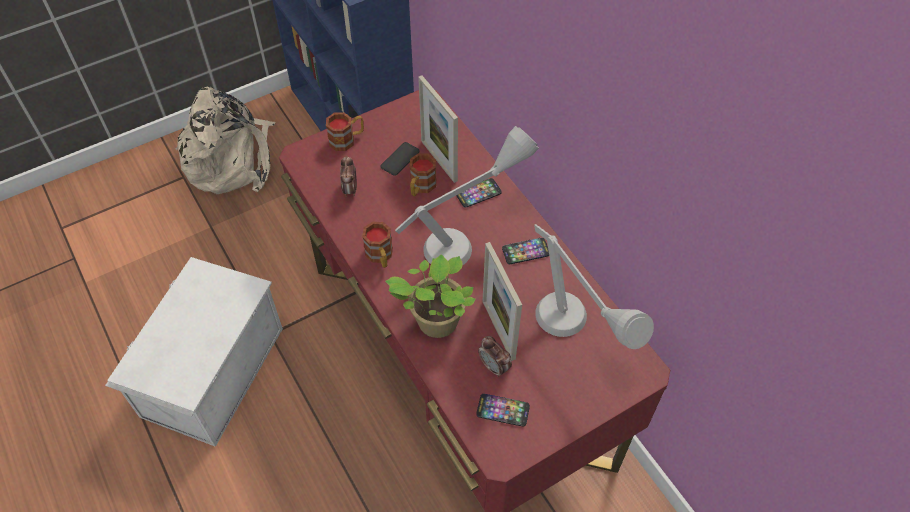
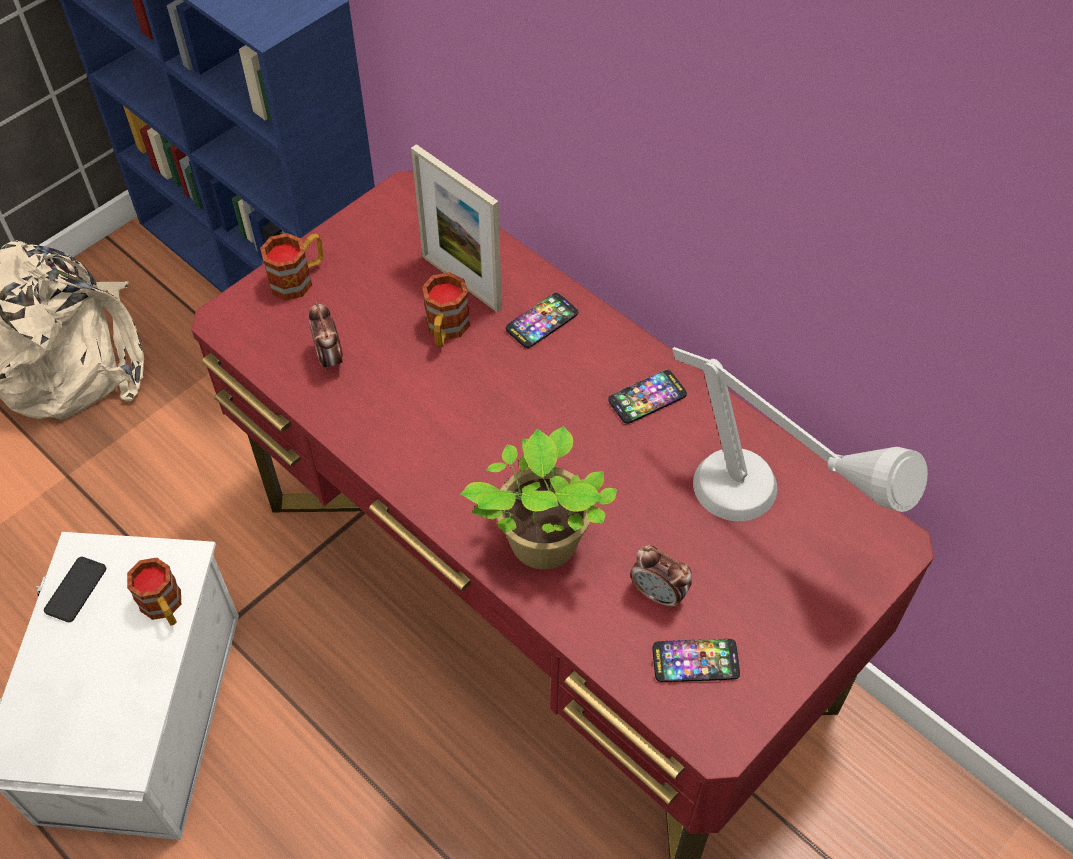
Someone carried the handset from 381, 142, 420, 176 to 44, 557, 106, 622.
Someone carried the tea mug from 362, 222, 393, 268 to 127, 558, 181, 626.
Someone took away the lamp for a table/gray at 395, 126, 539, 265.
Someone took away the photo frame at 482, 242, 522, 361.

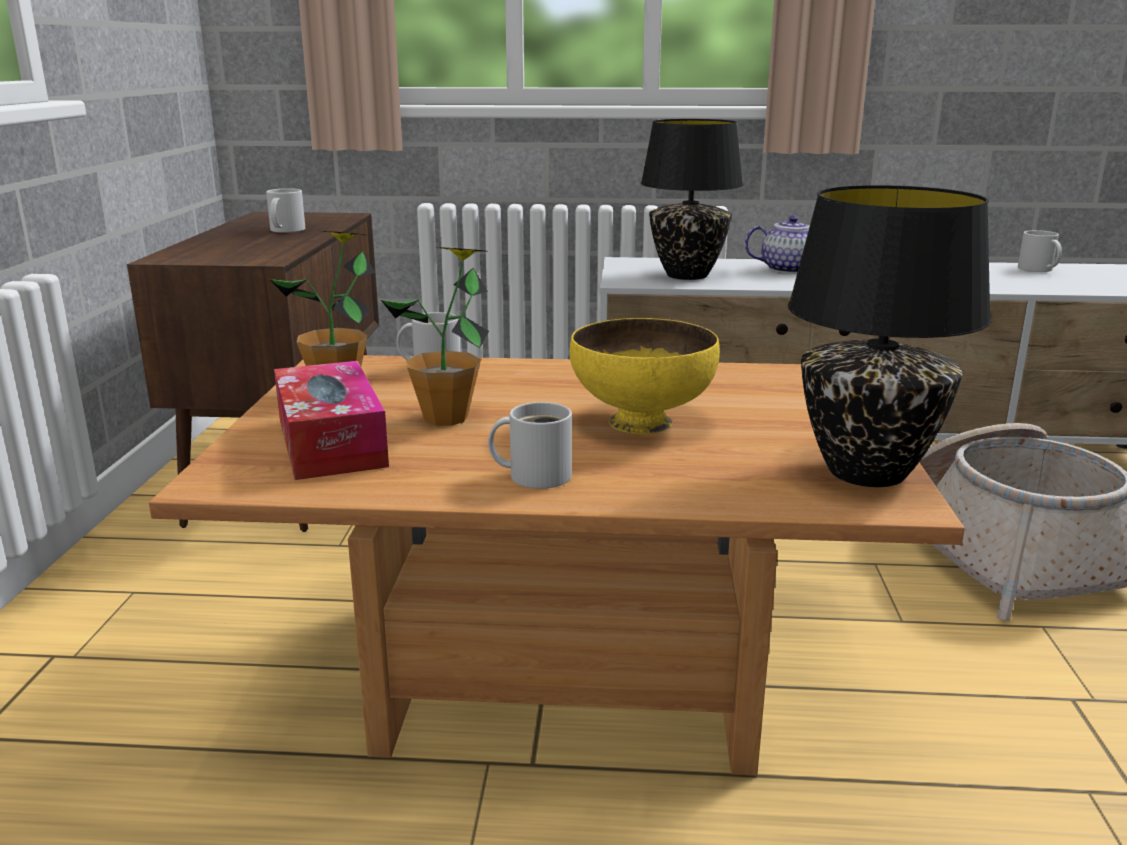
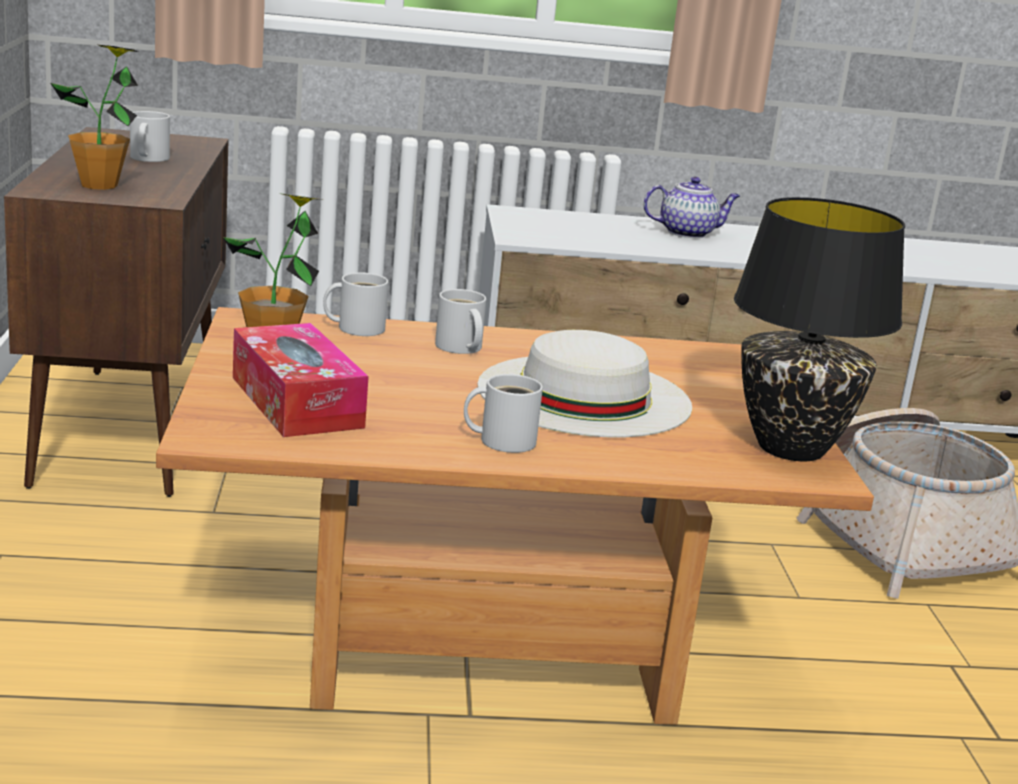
Someone carried the plant in a pot from 381, 247, 489, 426 to 50, 45, 138, 190.
Someone carried the tea mug/whitish from 1018, 230, 1062, 272 to 435, 289, 486, 354.
Someone swapped the bowl/yellow at 570, 318, 720, 434 for the hat/whitish at 477, 330, 692, 437.
Someone took away the lamp for a table/blackish at 641, 119, 743, 280.

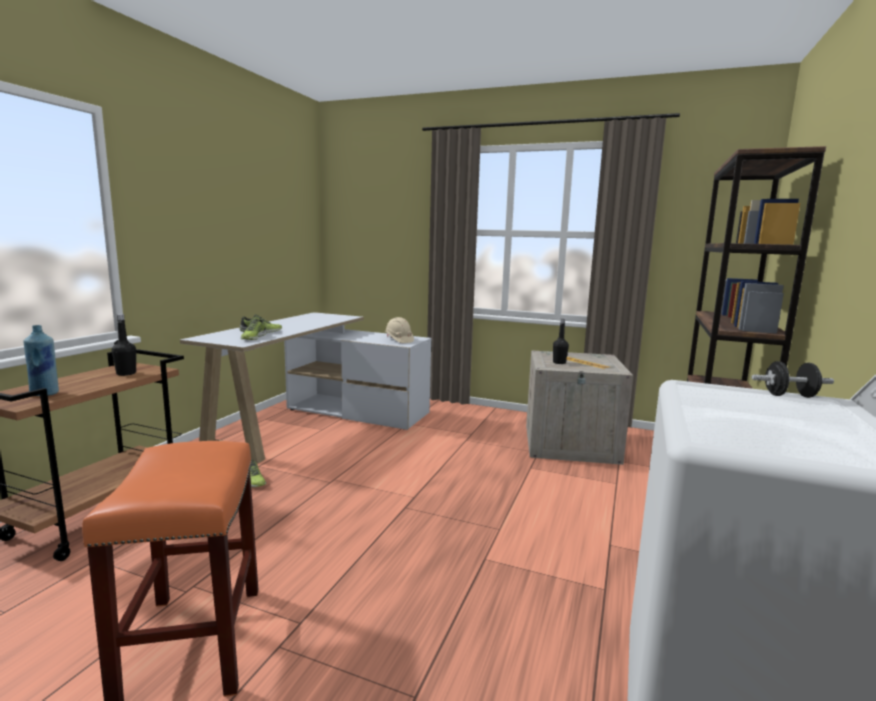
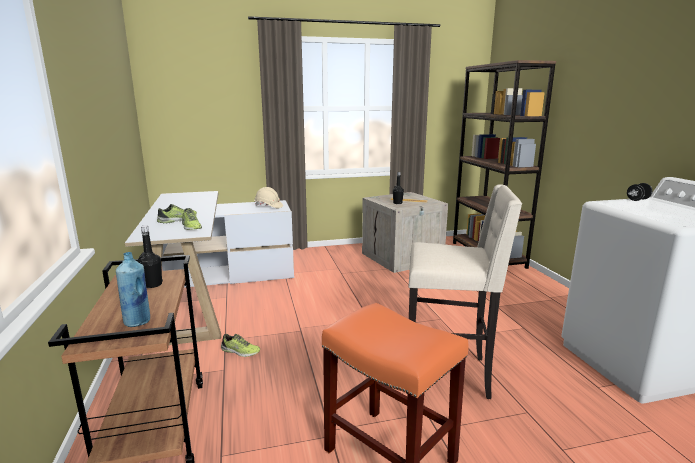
Someone put down the stool seat/sand-coloured at 406, 184, 522, 399.

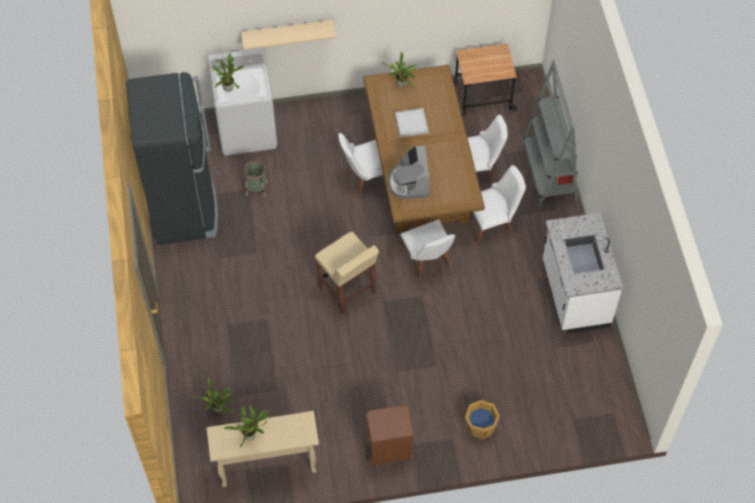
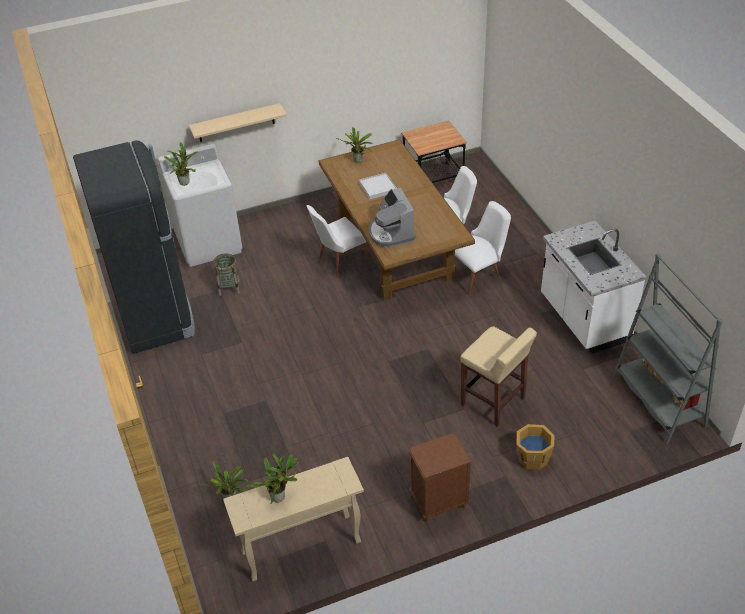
Someone carried the stool seat/sand-coloured from 315, 232, 379, 315 to 460, 326, 537, 427.
Someone carried the shelving unit/gray from 521, 60, 578, 208 to 613, 253, 723, 444.
Someone took away the upright chair/whitish at 400, 219, 455, 278.

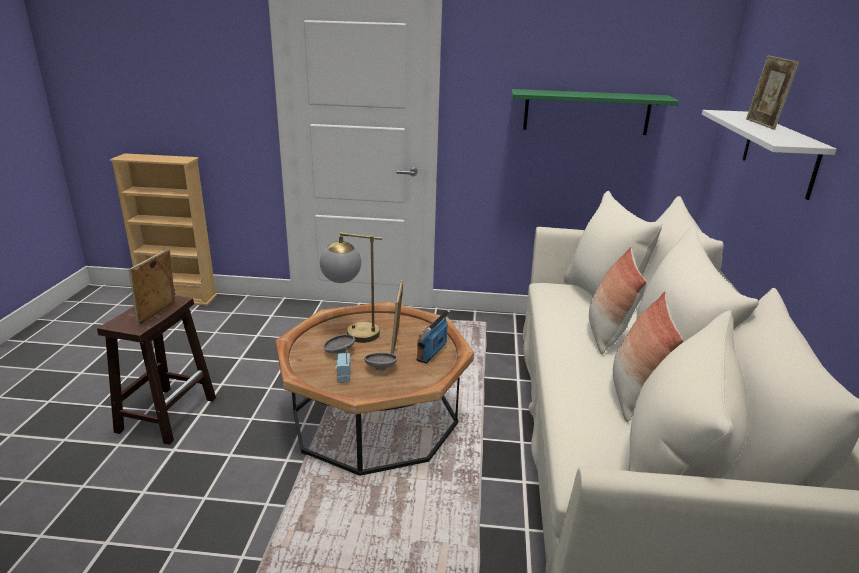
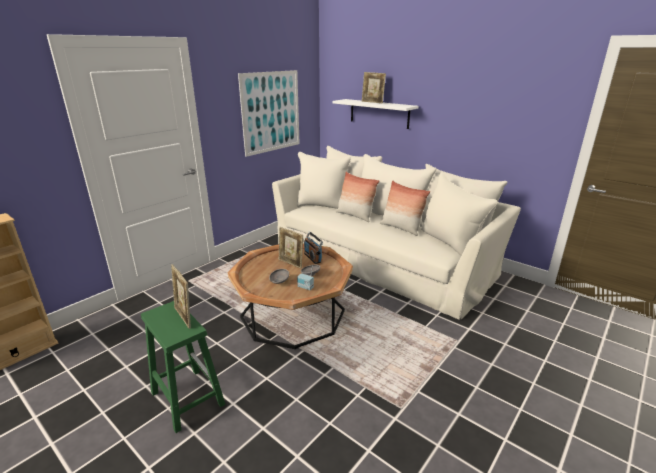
Someone repainted the stool seat/brownish at 97, 295, 216, 445, which became the stool seat/greenish at 141, 301, 226, 433.
Someone swapped the wall shelf/greenish at 512, 89, 679, 135 for the wall art at 238, 70, 300, 157.
Someone took away the lamp for a table at 320, 232, 382, 343.

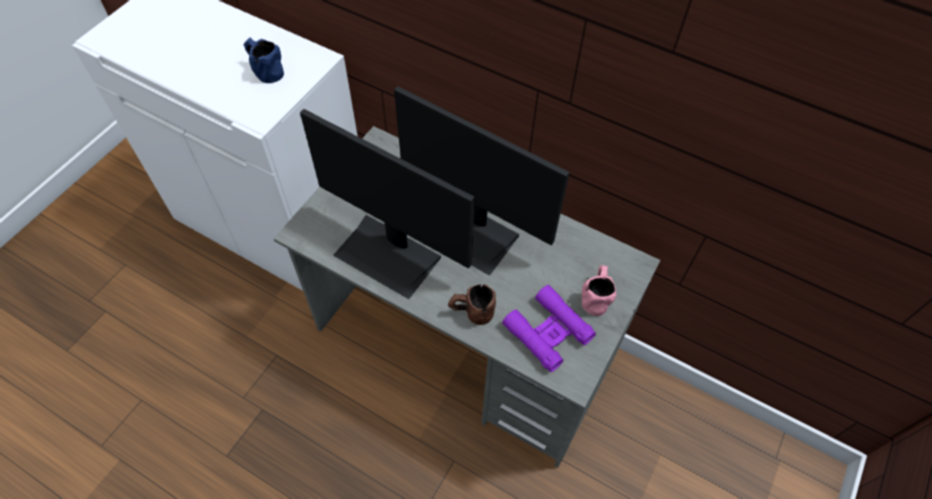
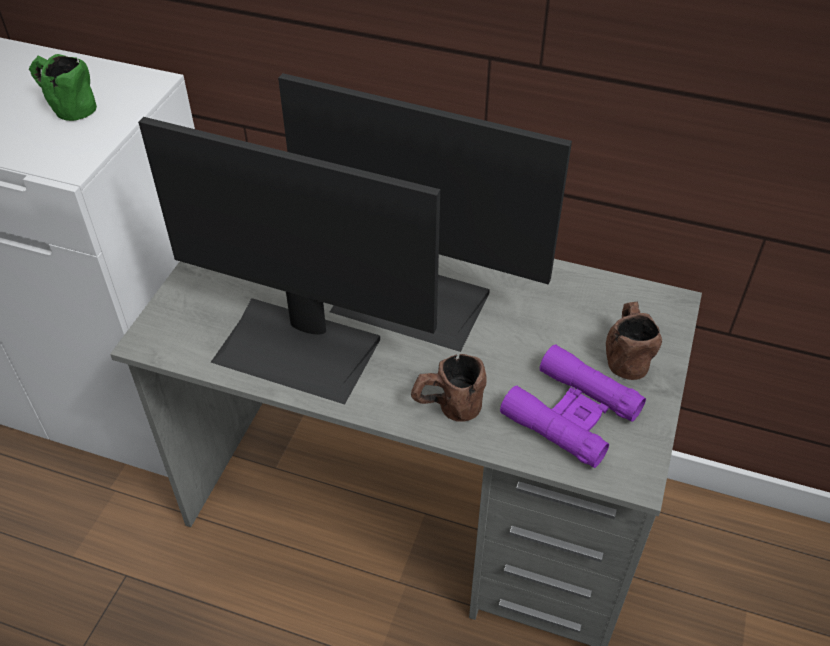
Someone repainted the tea mug/blue-coloured at 243, 38, 284, 83, which became the tea mug/greenish at 29, 54, 97, 121.
Someone repainted the tea mug/pinkish at 582, 265, 616, 316, which became the tea mug/brownish at 606, 301, 662, 380.

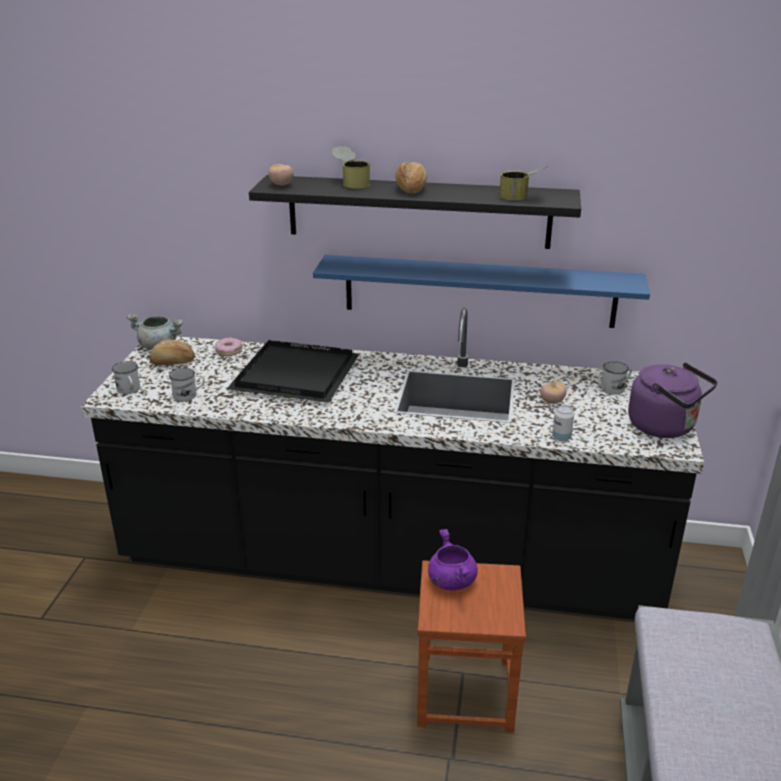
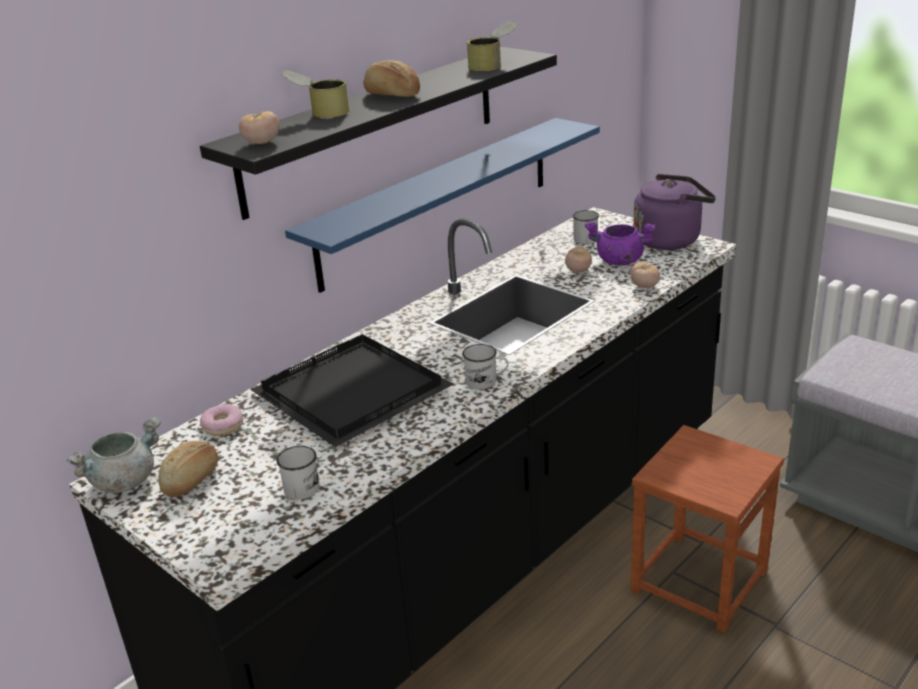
Someone carried the tea mug/whitish from 112, 361, 140, 394 to 462, 344, 508, 389.
Someone carried the stockpot/purple from 428, 529, 478, 590 to 584, 221, 656, 265.
Someone swapped the can at 552, 405, 574, 441 for the tomato at 631, 262, 660, 288.

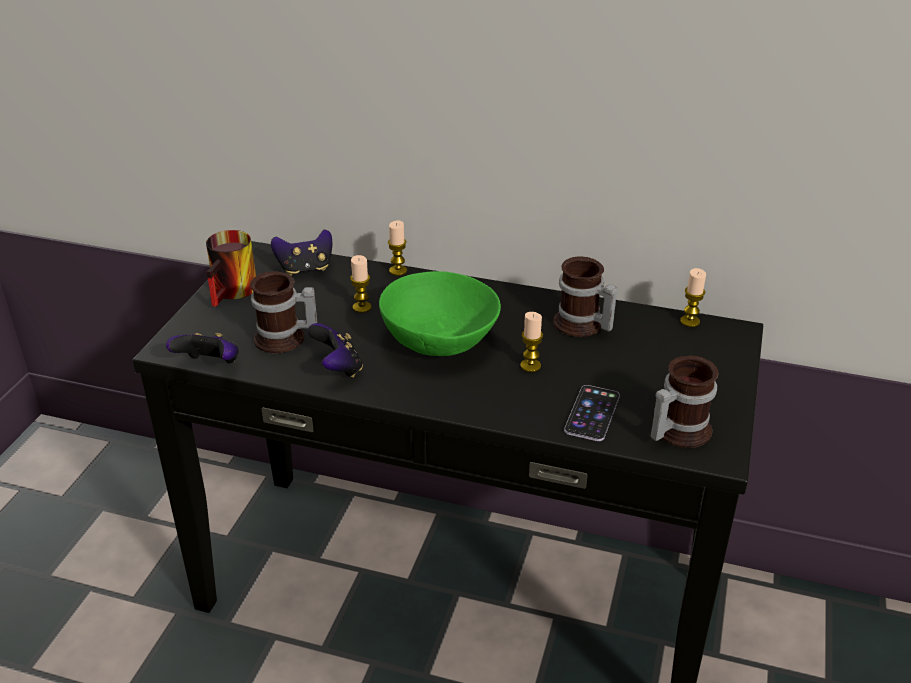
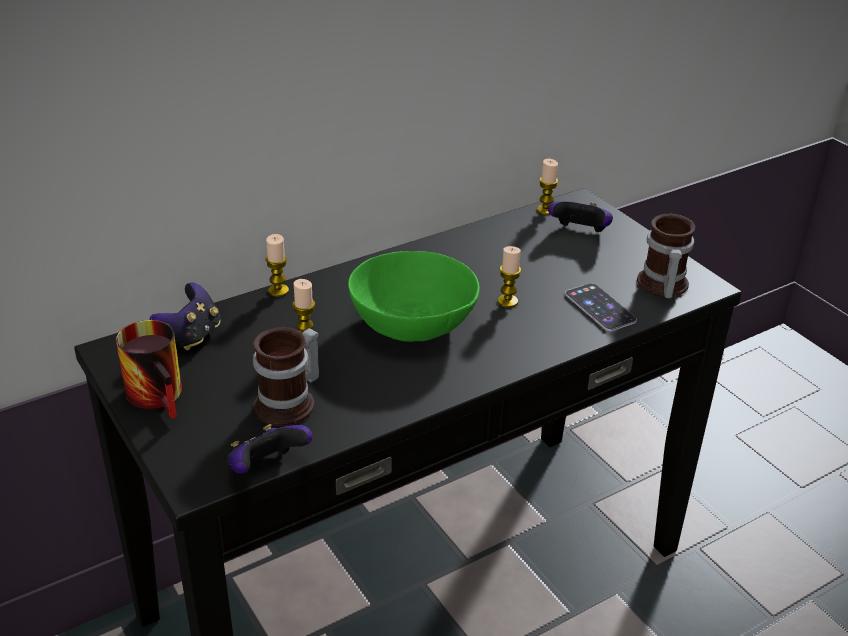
Someone carried the gamepad from 307, 323, 363, 378 to 548, 201, 613, 232.
Someone took away the tea mug at 553, 256, 618, 337.

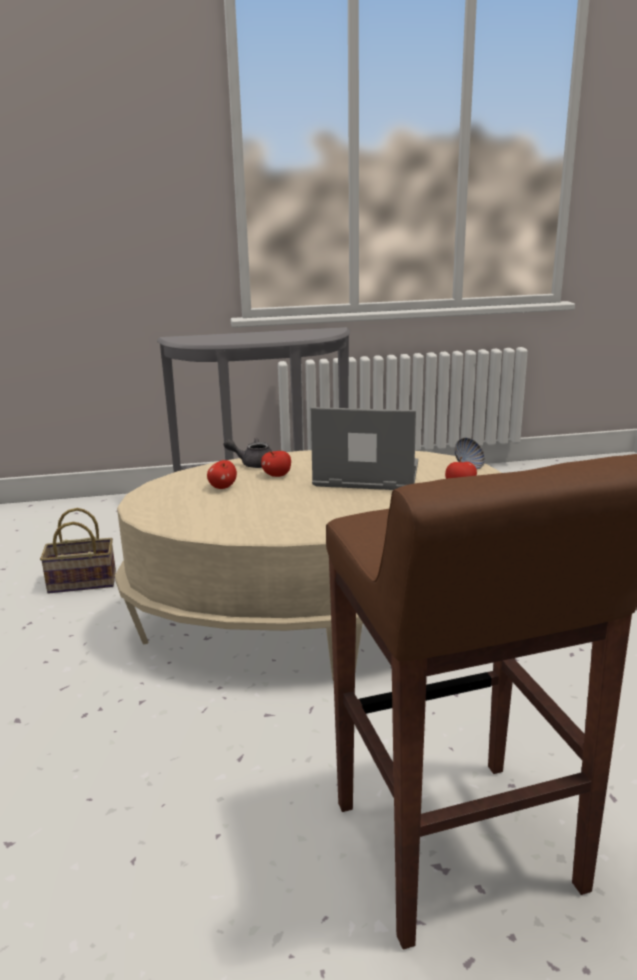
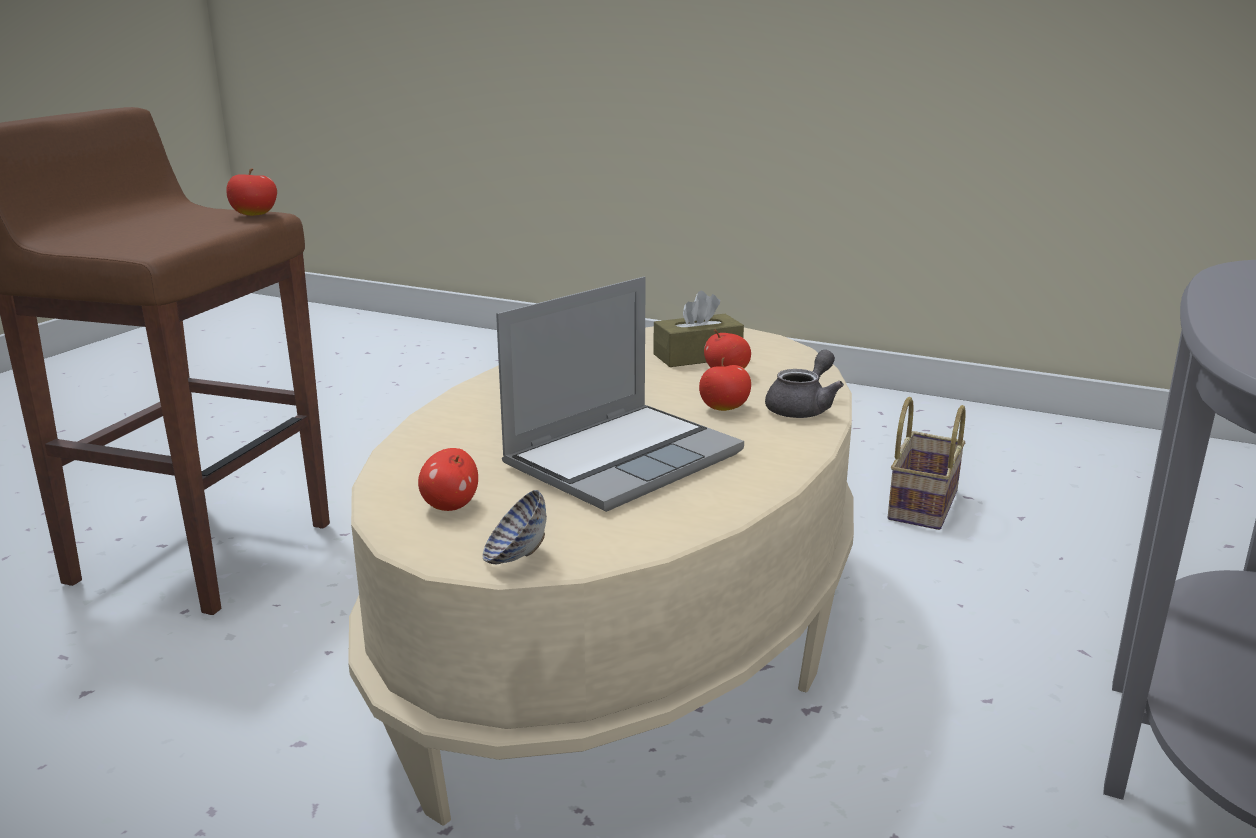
Someone put down the apple fruit at 226, 168, 277, 216.
Someone put down the tissue holder/brownish at 653, 291, 744, 367.

